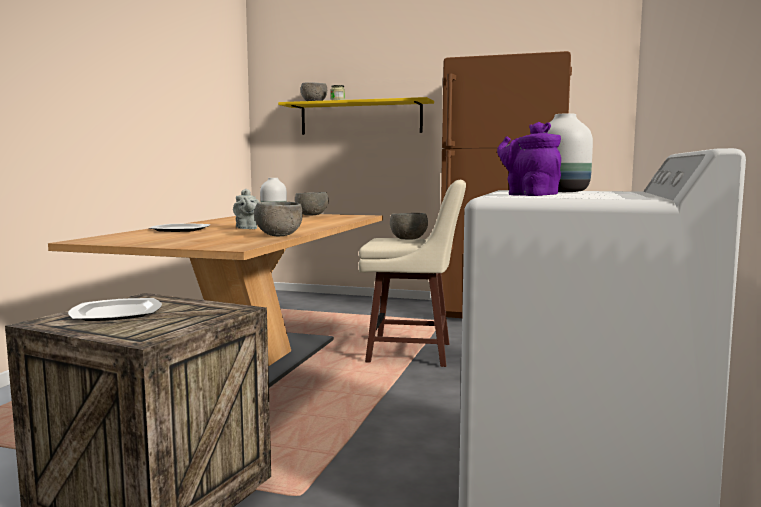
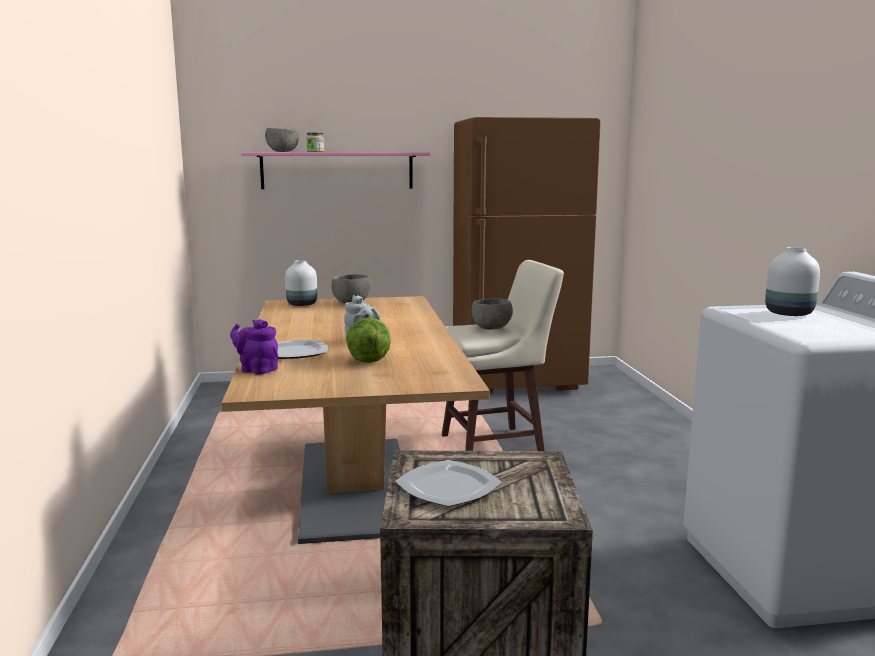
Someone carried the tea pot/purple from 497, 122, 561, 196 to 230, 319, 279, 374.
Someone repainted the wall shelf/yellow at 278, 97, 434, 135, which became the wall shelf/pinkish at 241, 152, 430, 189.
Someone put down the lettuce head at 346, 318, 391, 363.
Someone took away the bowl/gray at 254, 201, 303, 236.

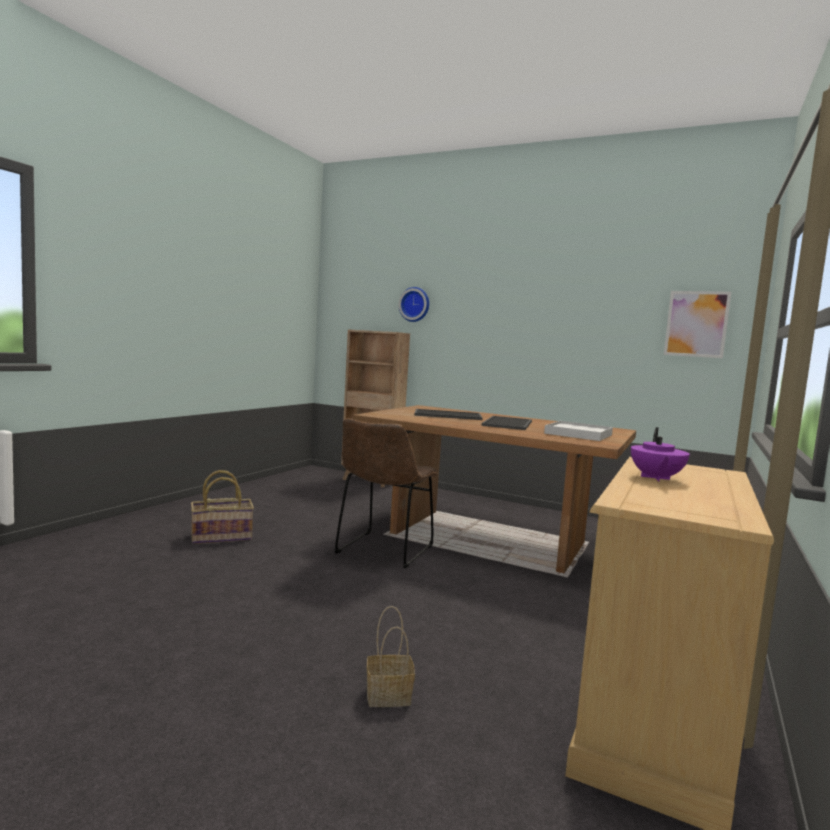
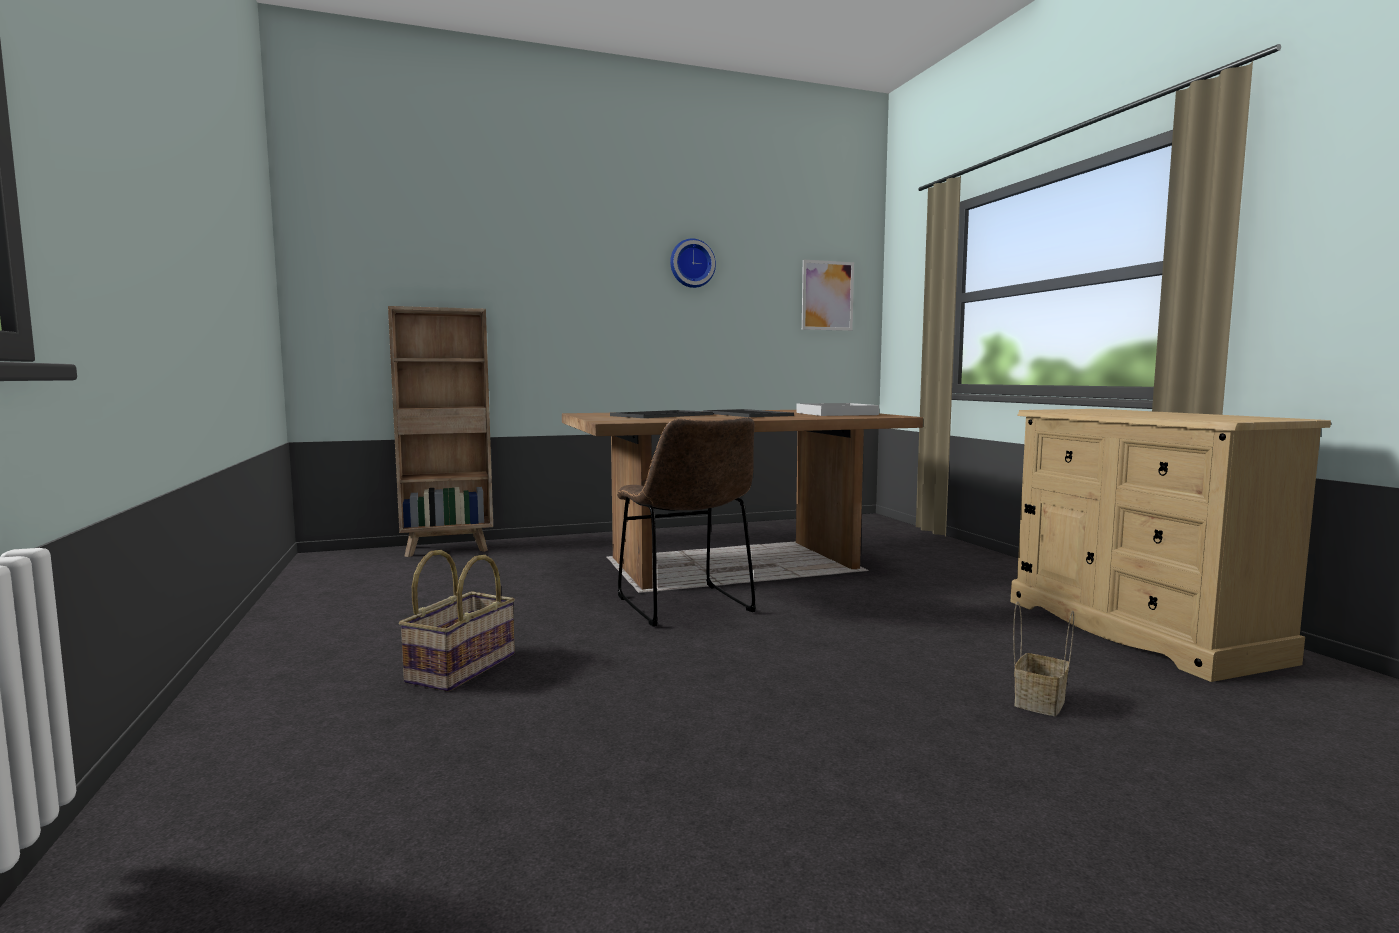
Someone carried the hanging clock from 399, 287, 429, 322 to 670, 238, 716, 288.
Someone took away the tea pot/purple at 631, 427, 690, 481.

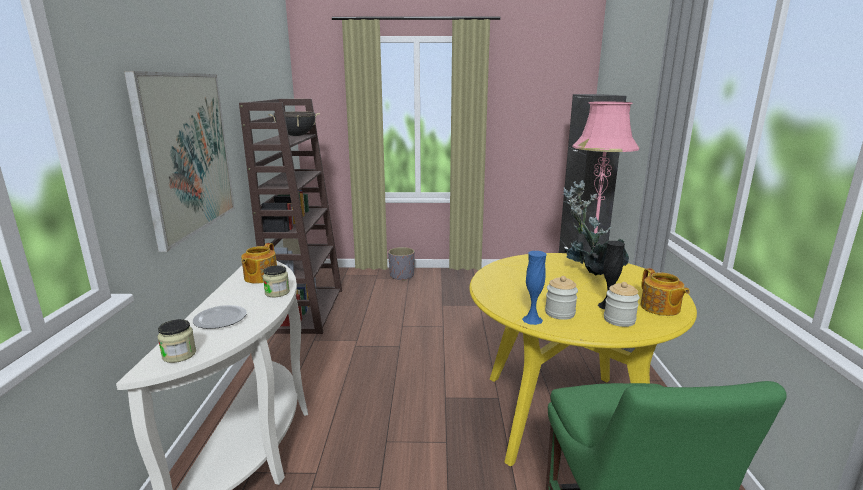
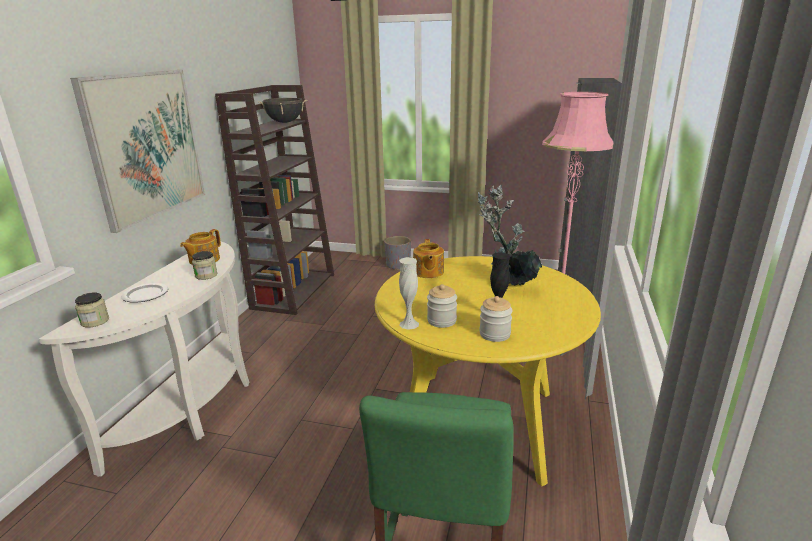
Someone repainted the decorative vase/blue-coloured at 522, 251, 547, 325, which became the decorative vase/whitish at 399, 257, 419, 330.
Someone carried the tea pot from 640, 268, 690, 316 to 413, 239, 444, 278.

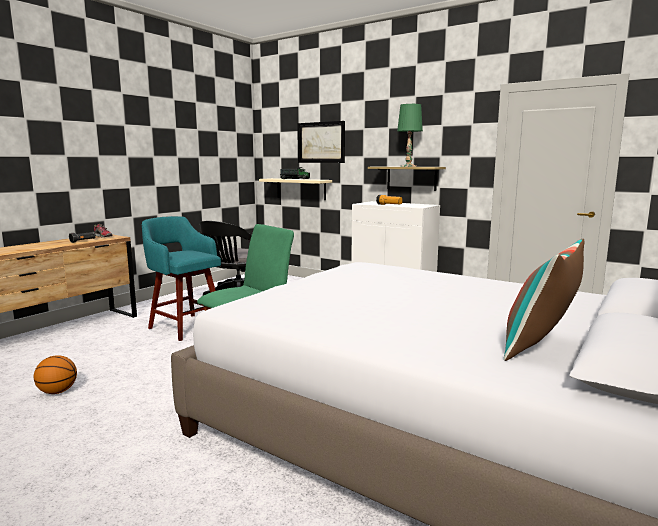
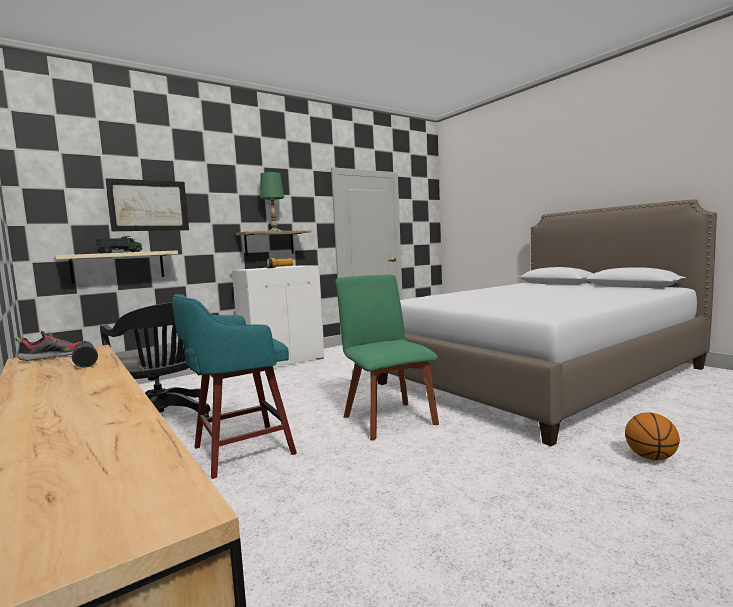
Someone carried the basketball from 34, 355, 77, 394 to 625, 412, 680, 460.
Someone took away the pillow at 504, 239, 584, 361.

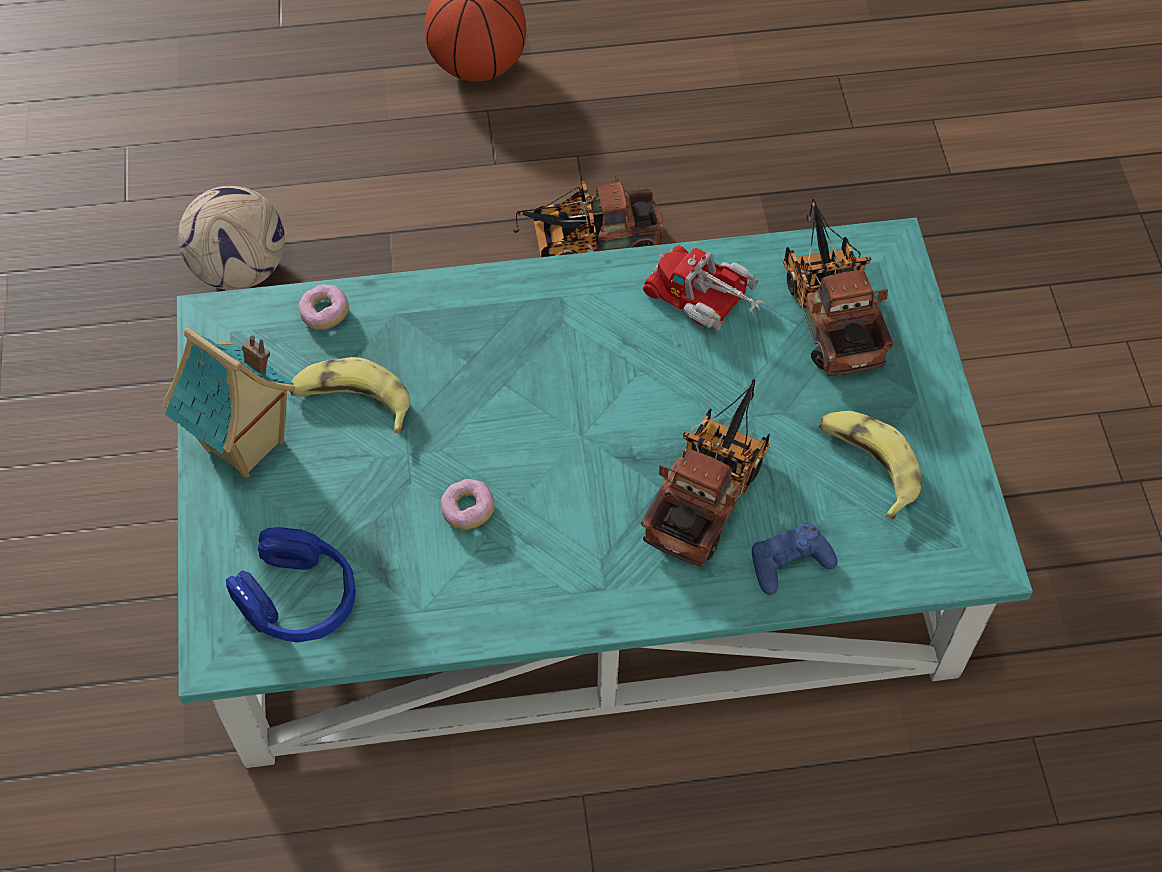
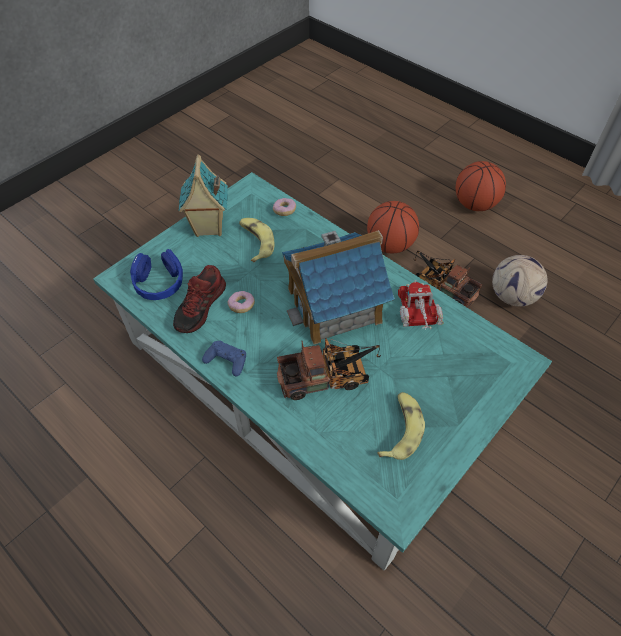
Someone put down the item of footwear at 173, 265, 226, 333.
Someone carried the gamepad/blue-coloured from 752, 523, 837, 595 to 202, 341, 246, 377.
Someone put down the miniature house at 282, 230, 395, 344.
Someone put down the basketball at 367, 201, 419, 253.
Someone carried the football from 178, 186, 285, 290 to 492, 255, 548, 307.
Someone took away the toy lorry at 783, 199, 893, 376.

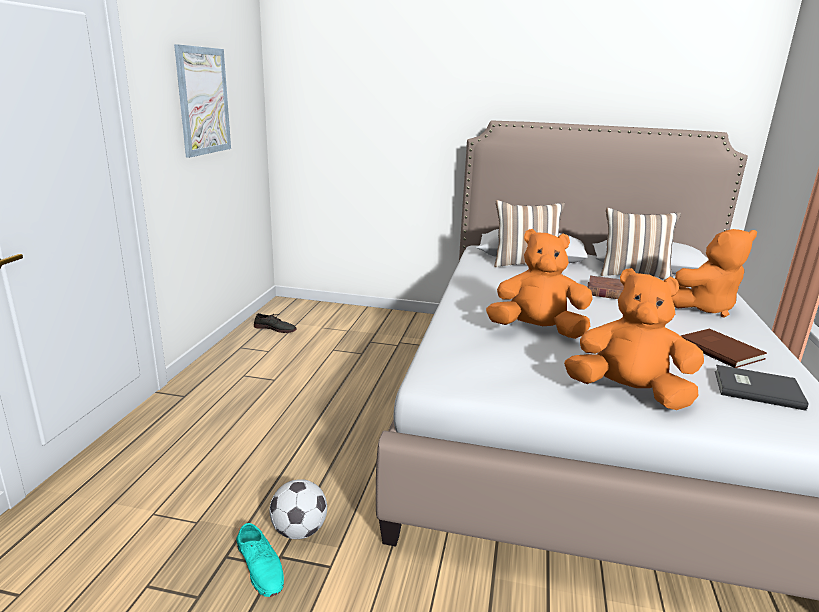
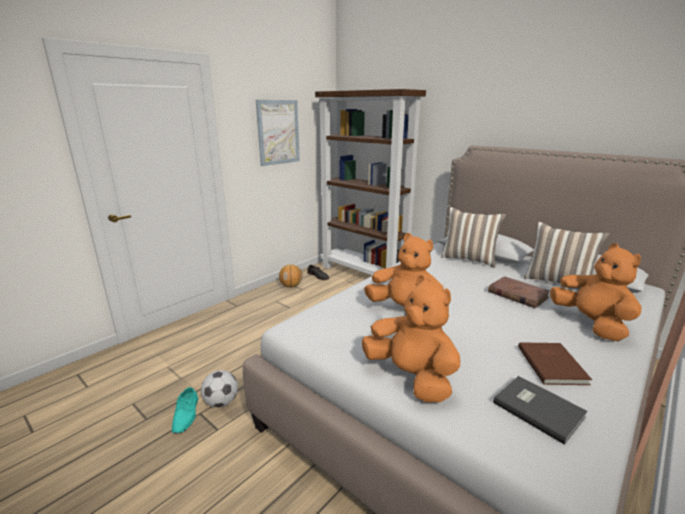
Someone put down the basketball at 279, 264, 303, 288.
Someone put down the shelving unit/brownish at 315, 89, 426, 275.
Someone rotated the cuddly toy/orange at 672, 229, 757, 318 by 120 degrees counterclockwise.

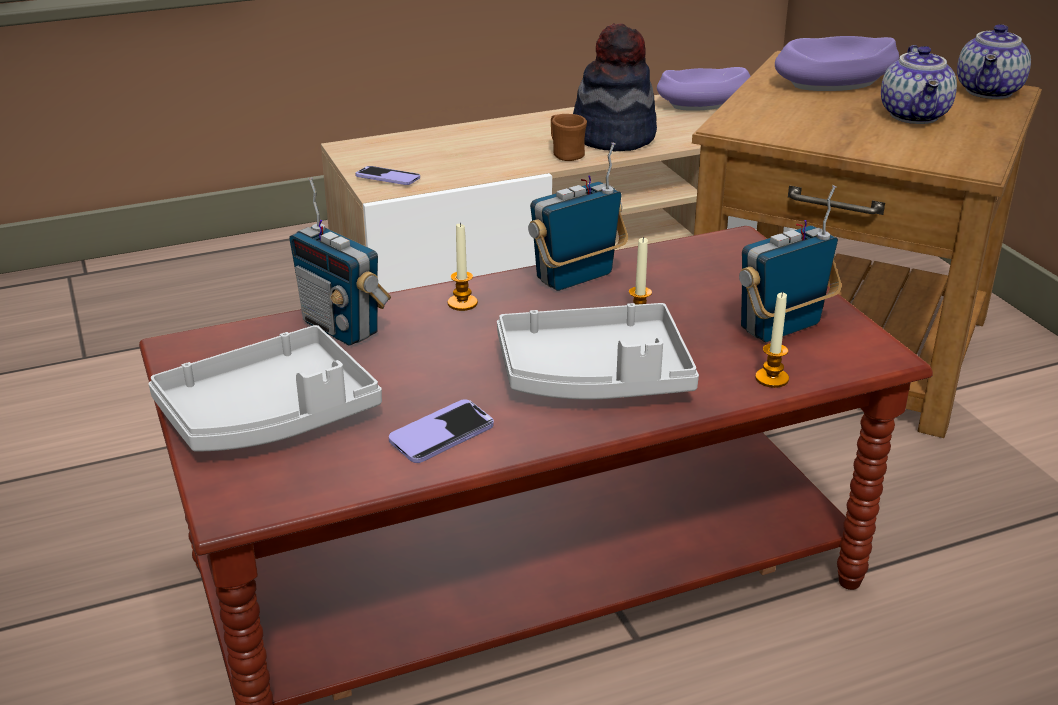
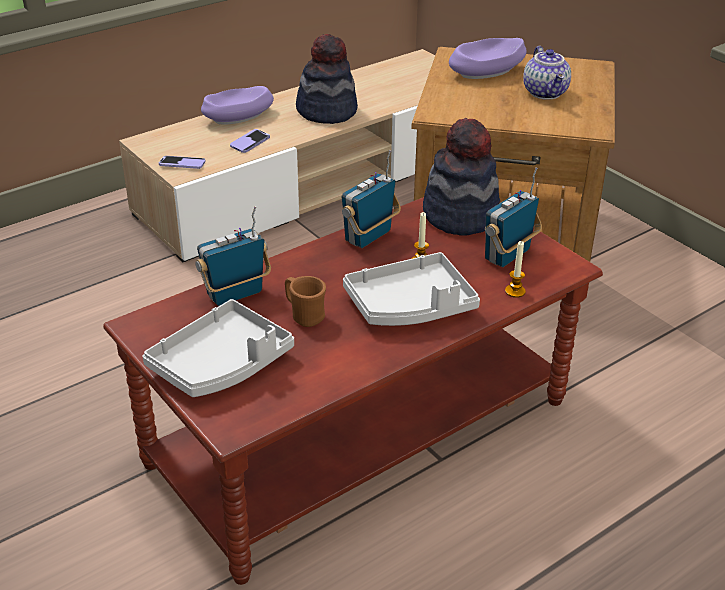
Someone rotated the radio set at 289, 177, 391, 346 by 120 degrees clockwise.
Someone carried the bowl/purple from 657, 67, 751, 111 to 201, 86, 274, 125.
Someone carried the handset from 389, 399, 494, 463 to 230, 129, 270, 153.
Someone carried the tea mug/brownish from 551, 114, 587, 161 to 285, 276, 326, 327.
Someone put down the hat at 423, 118, 501, 236.
Someone took away the candle at 448, 222, 478, 311.
Someone took away the tea pot at 957, 24, 1031, 99.

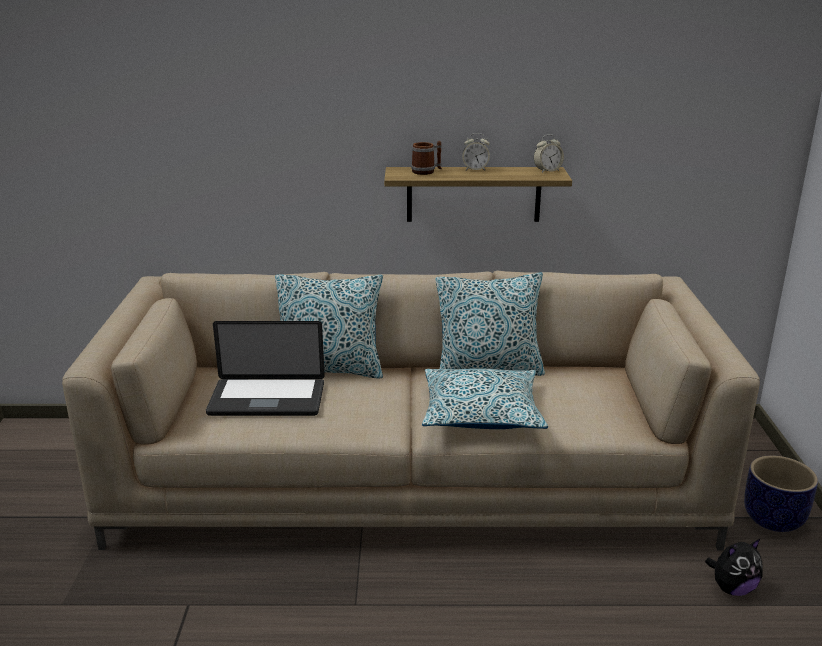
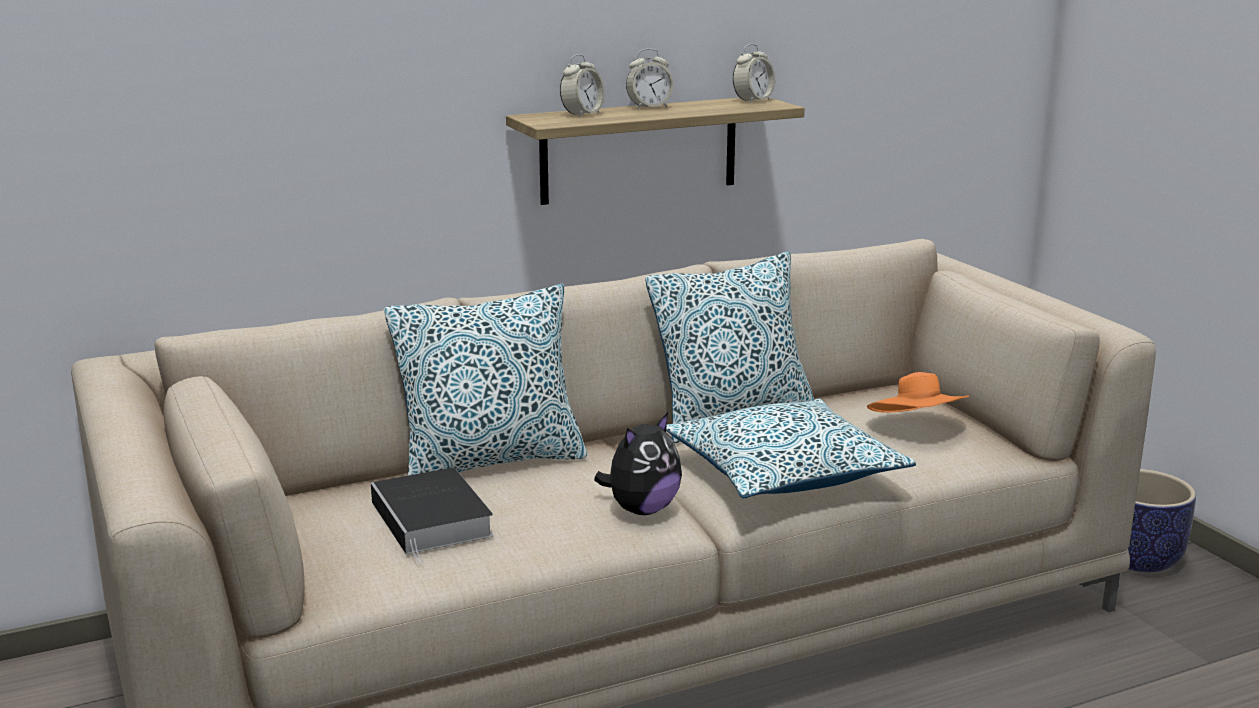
Someone swapped the portable computer at 206, 321, 325, 416 for the book at 371, 468, 494, 564.
Someone swapped the tea mug at 411, 141, 442, 175 for the table clock at 560, 54, 605, 117.
Someone carried the cuddly toy from 705, 539, 763, 596 to 594, 412, 682, 515.
Someone put down the hat/orange at 867, 372, 969, 413.

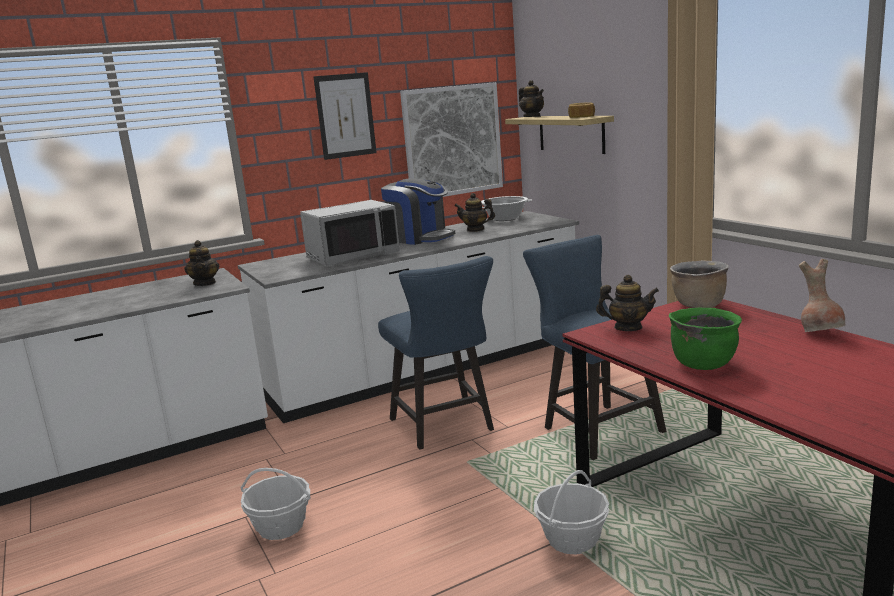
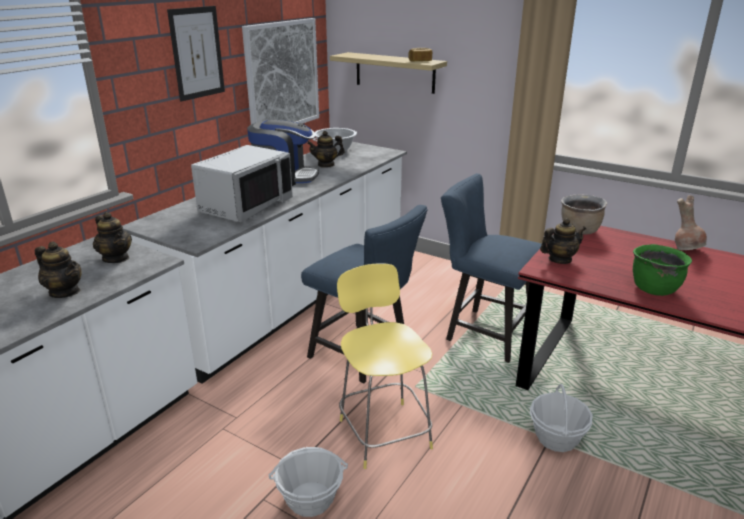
Someone carried the tea pot from 519, 80, 544, 117 to 35, 242, 82, 298.
Someone put down the stool seat/yellow at 337, 263, 433, 469.

